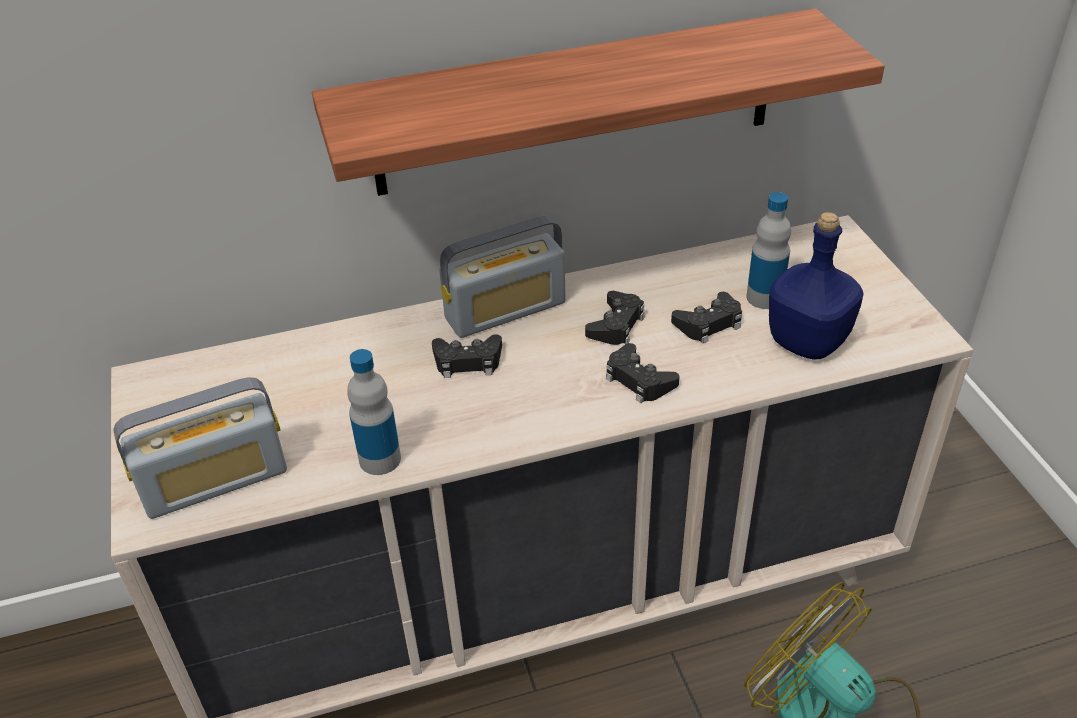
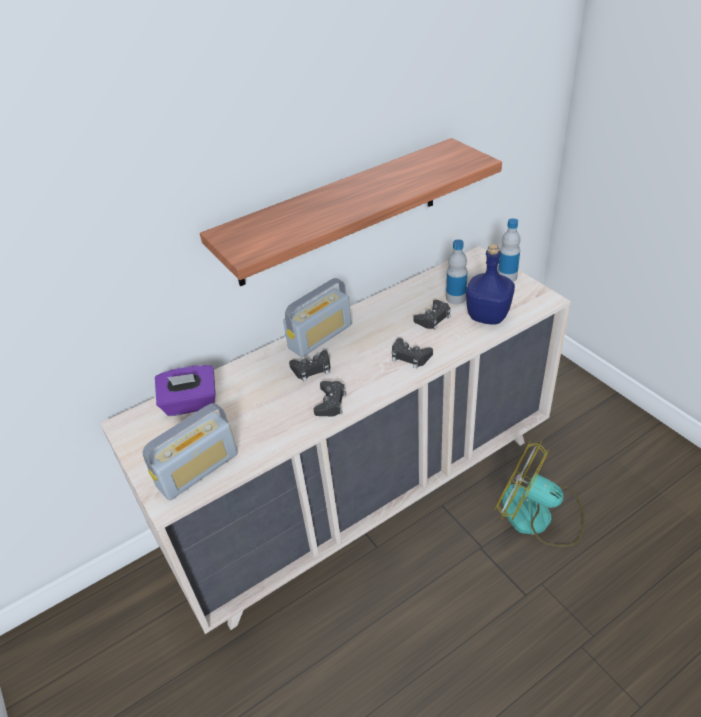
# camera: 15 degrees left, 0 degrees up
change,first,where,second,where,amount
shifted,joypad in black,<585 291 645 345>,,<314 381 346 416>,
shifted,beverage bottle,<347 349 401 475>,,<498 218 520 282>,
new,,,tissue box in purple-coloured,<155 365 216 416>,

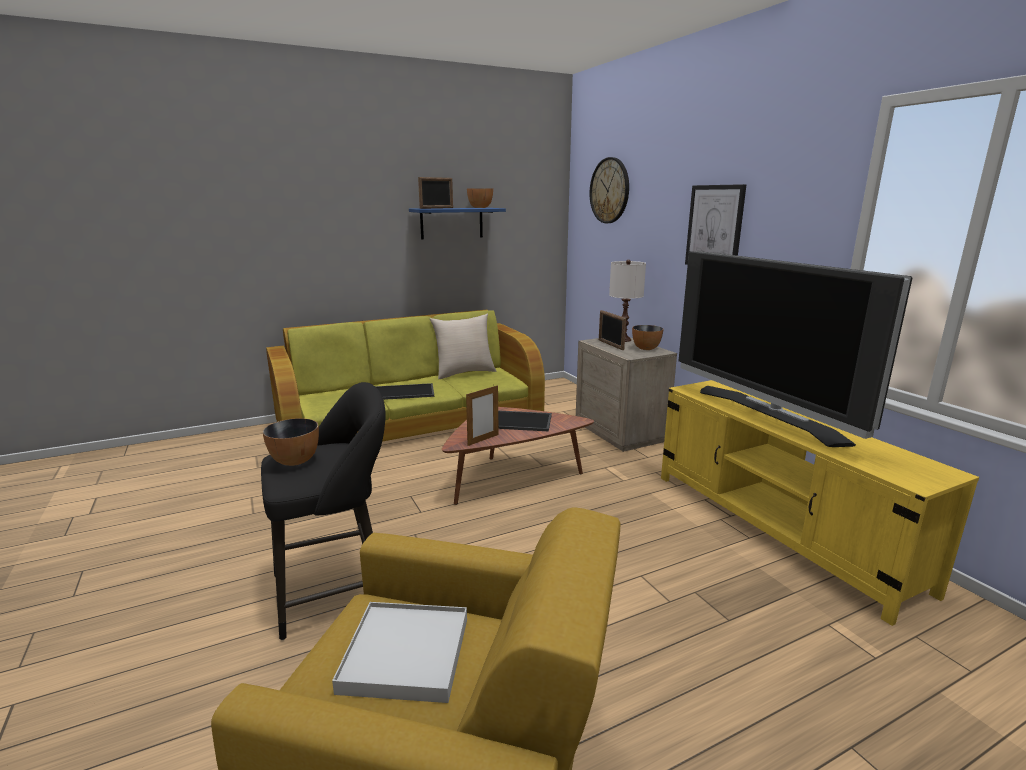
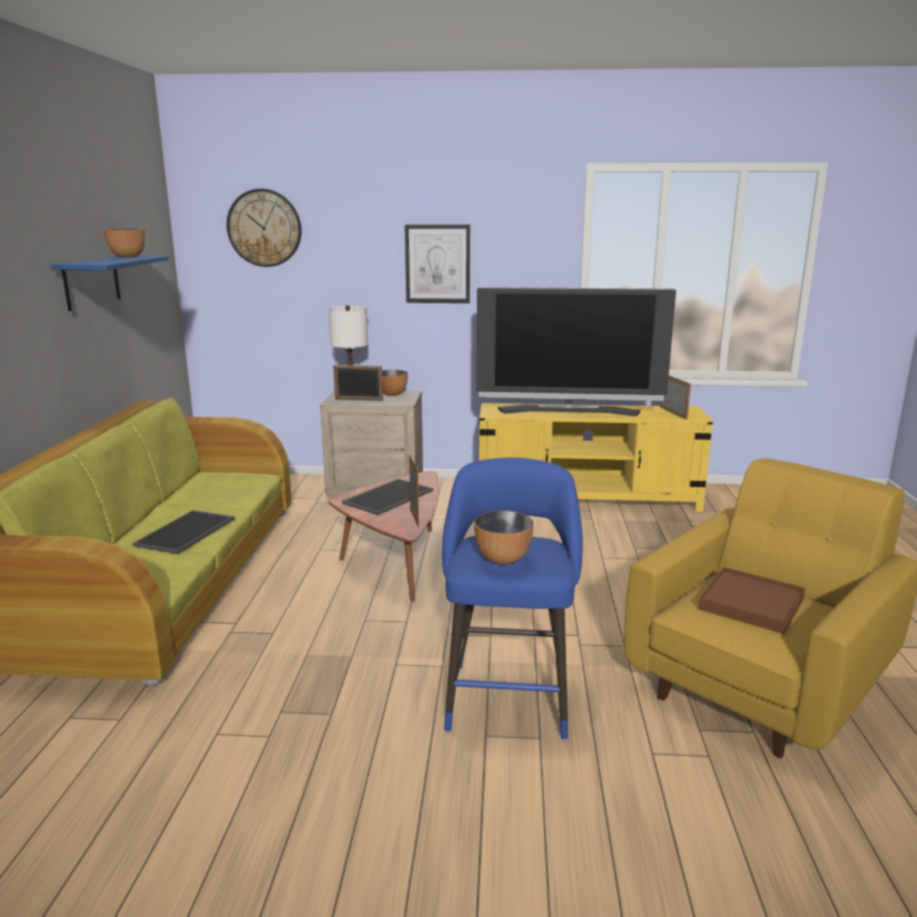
# camera: 60 degrees left, 0 degrees up
change,first,where,second,where,amount
shifted,picture frame,<418 177 453 209>,,<660 375 691 419>,
gone,pillow in beige-coloured,<430 313 497 379>,,,
repainted,stool seat in black,<261 382 386 640>,stool seat in blue,<442 458 583 740>,
repainted,serving tray in white,<332 602 467 703>,serving tray in brown-coloured,<698 567 805 634>,

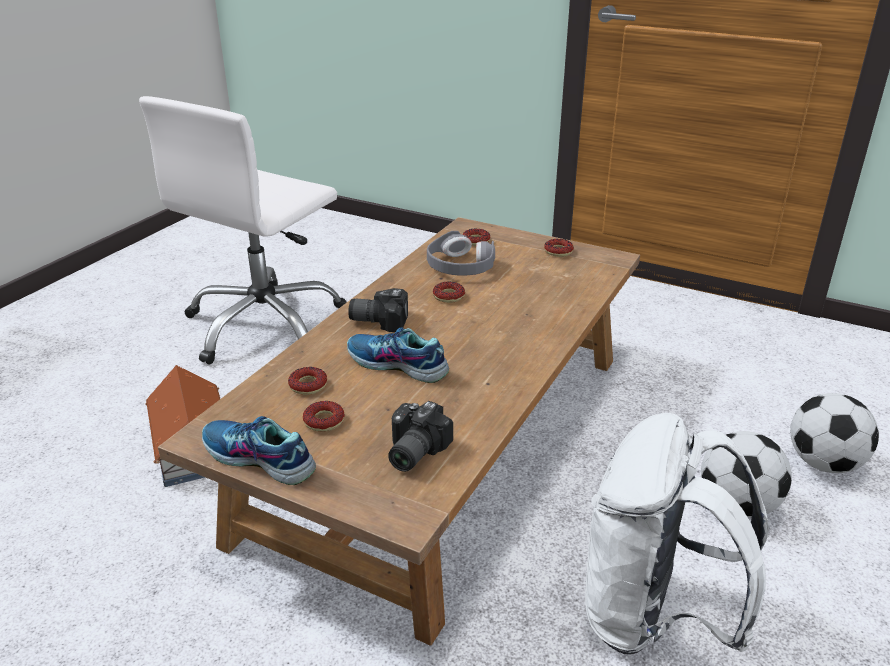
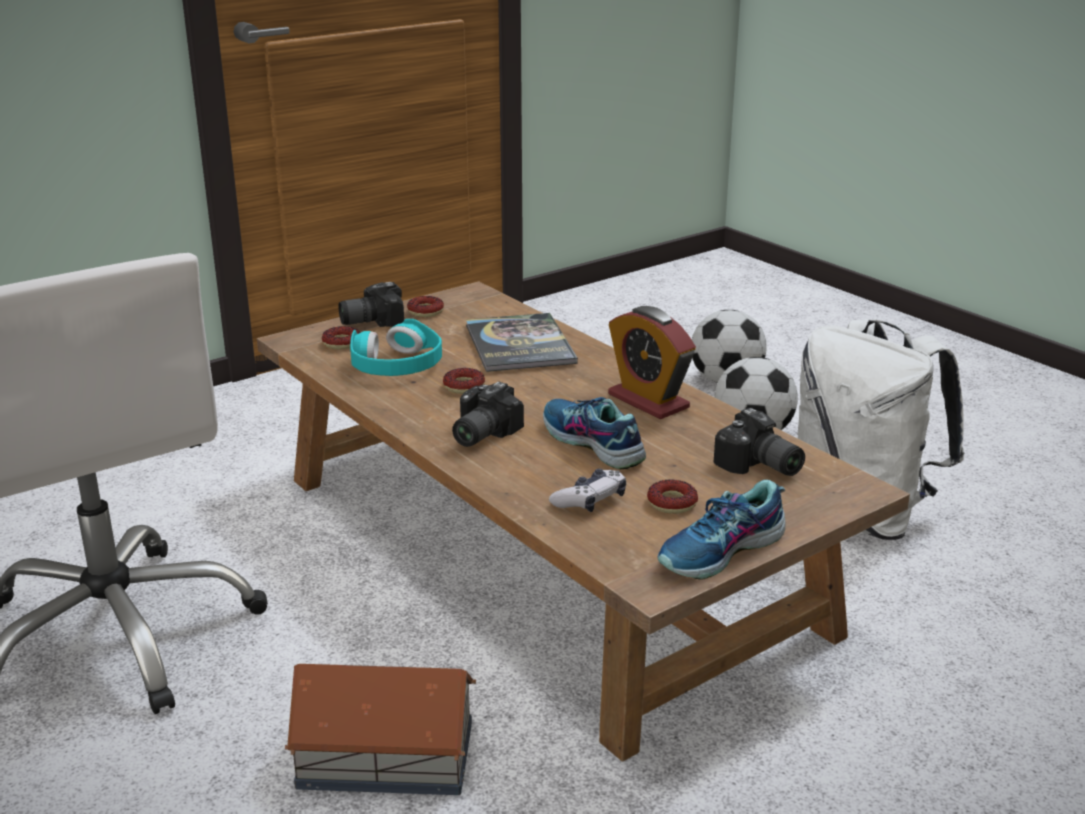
# camera: 65 degrees left, 5 degrees down
change,first,where,second,where,amount
repainted,pair of headphones in grey,<427 231 495 276>,pair of headphones in blue-green,<350 319 442 376>,
rotated,low shoe,<347 328 449 383>,,<543 397 646 469>,90 degrees clockwise
swapped,doughnut,<288 367 327 395>,joypad,<549 469 626 512>,
new,,,photo camera,<338 282 404 327>,
new,,,bedside clock,<608 306 696 419>,
new,,,volume,<466 313 578 372>,

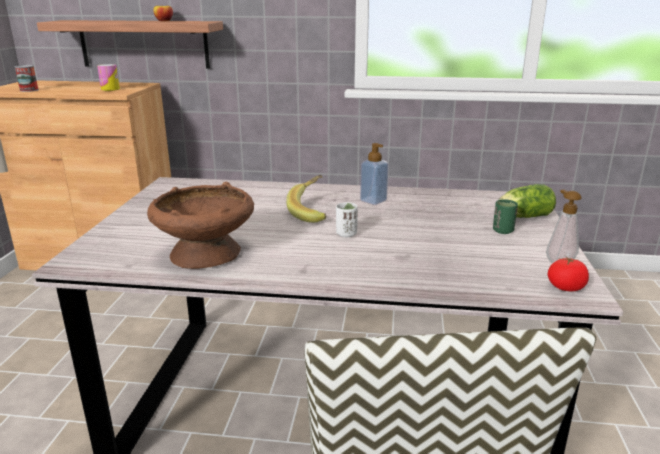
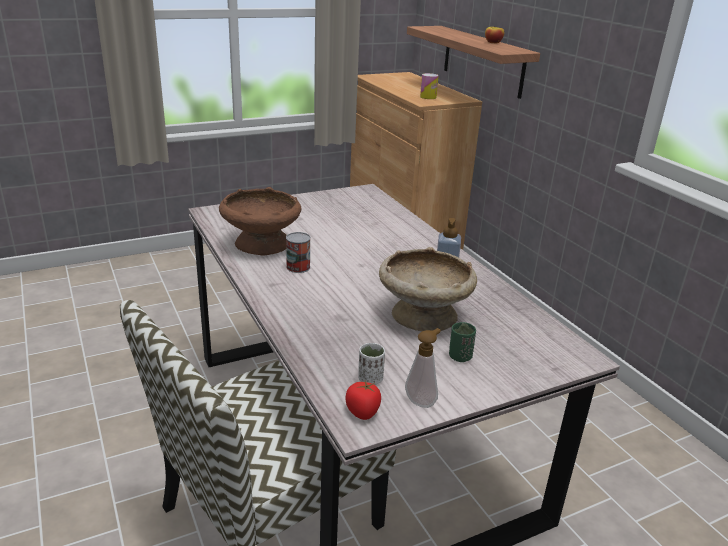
# camera: 55 degrees right, 5 degrees up
change,first,where,second,where,amount
shifted,can,<14 65 39 92>,,<286 232 311 273>,
gone,banana,<286 175 327 223>,,,
gone,lettuce,<498 184 556 218>,,,
shifted,drinking cup in white,<336 202 358 237>,,<358 343 385 385>,
new,,,deep dish in beige-coloured,<379 247 477 331>,

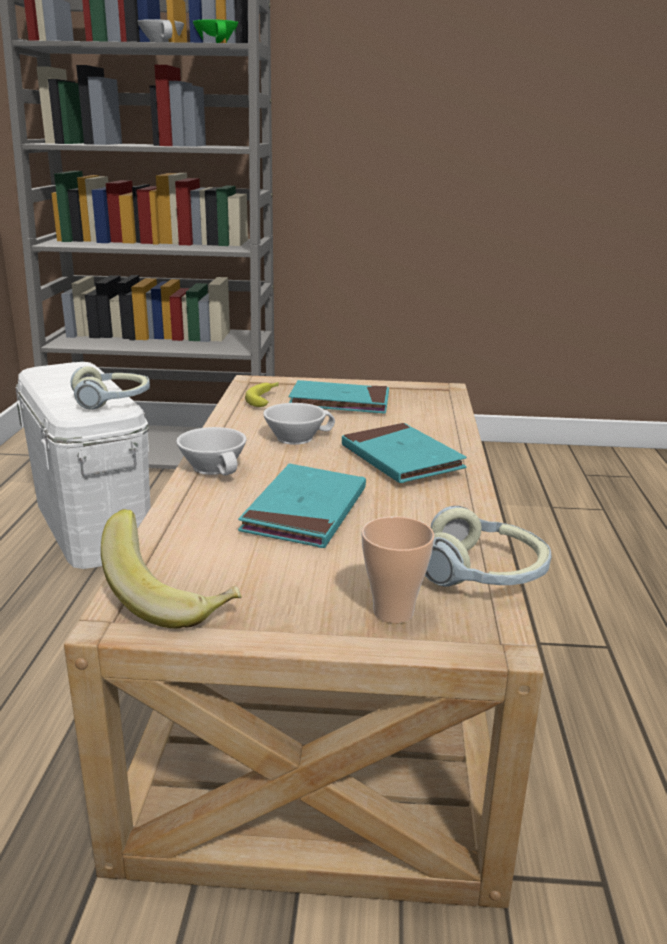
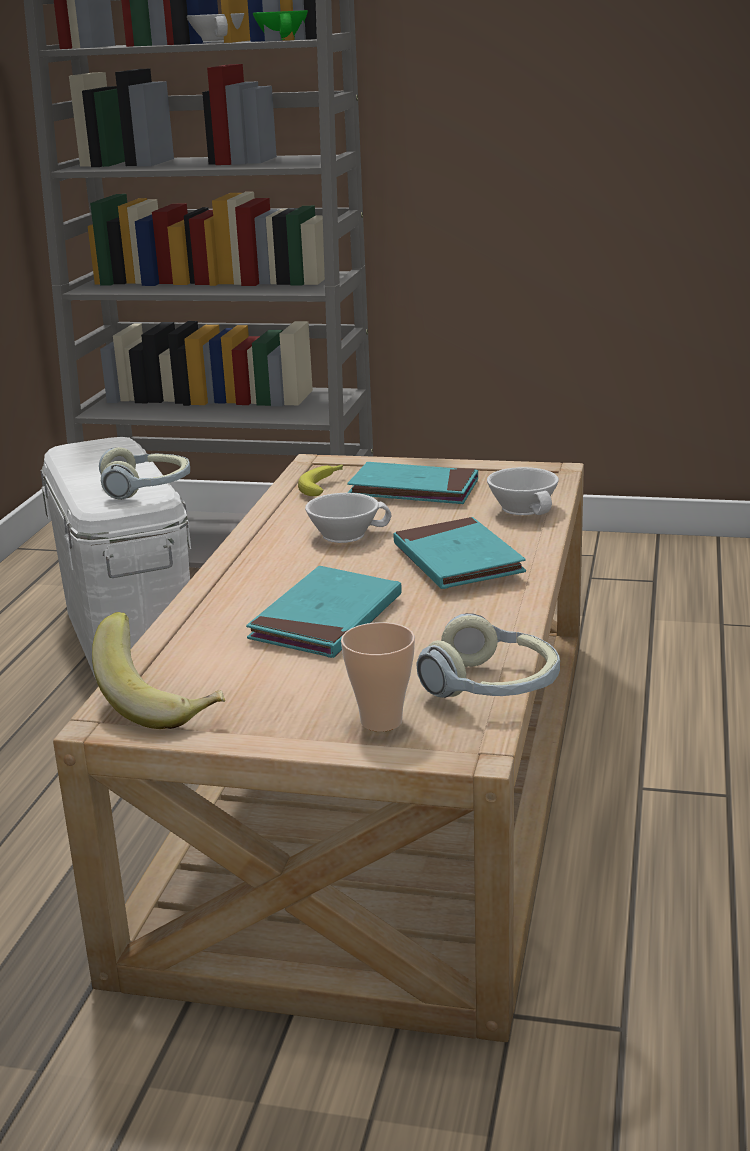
# camera: 10 degrees right, 0 degrees up
change,first,where,second,where,amount
shifted,drinking cup in white,<176 427 246 475>,,<487 467 559 515>,

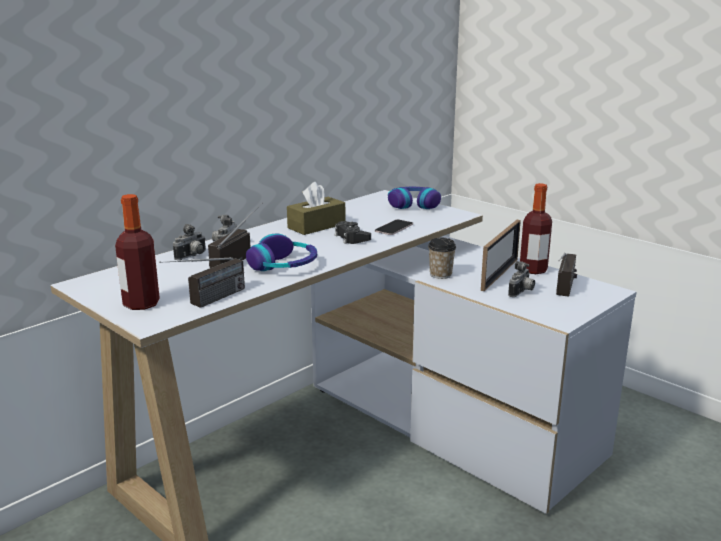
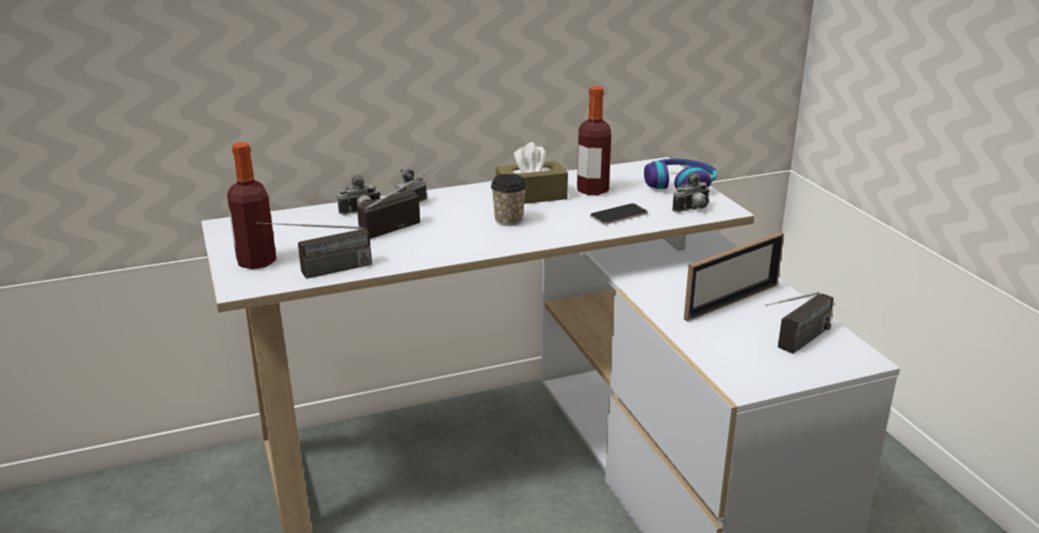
# camera: 25 degrees right, 5 degrees up
change,first,where,second,where,amount
shifted,beverage bottle,<520 183 552 274>,,<577 86 611 195>,
gone,joypad in black,<335 221 371 244>,,,
gone,pair of headphones,<246 234 317 271>,,,
shifted,drinking cup,<428 238 456 279>,,<491 174 527 226>,
shifted,photo camera,<508 261 535 297>,,<672 172 710 213>,

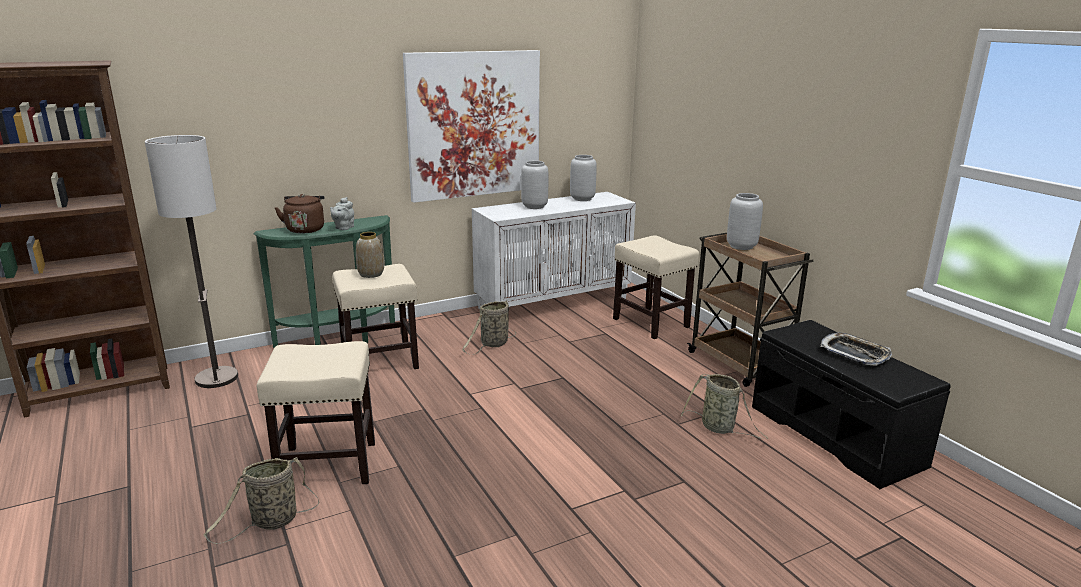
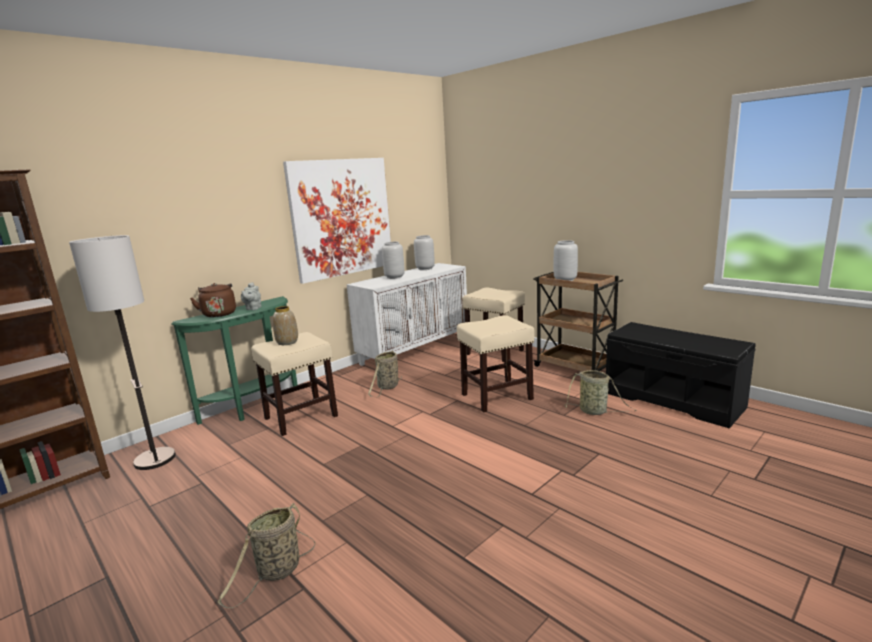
# camera: 15 degrees left, 5 degrees down
change,first,where,second,where,amount
gone,serving tray,<821 333 892 366>,,,
shifted,stool seat in beige-coloured,<257 341 375 484>,,<457 315 534 412>,

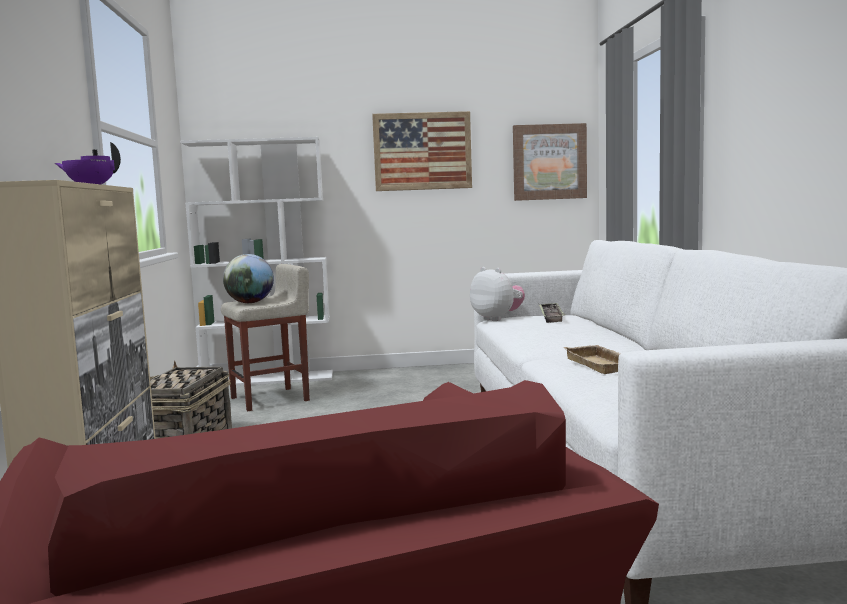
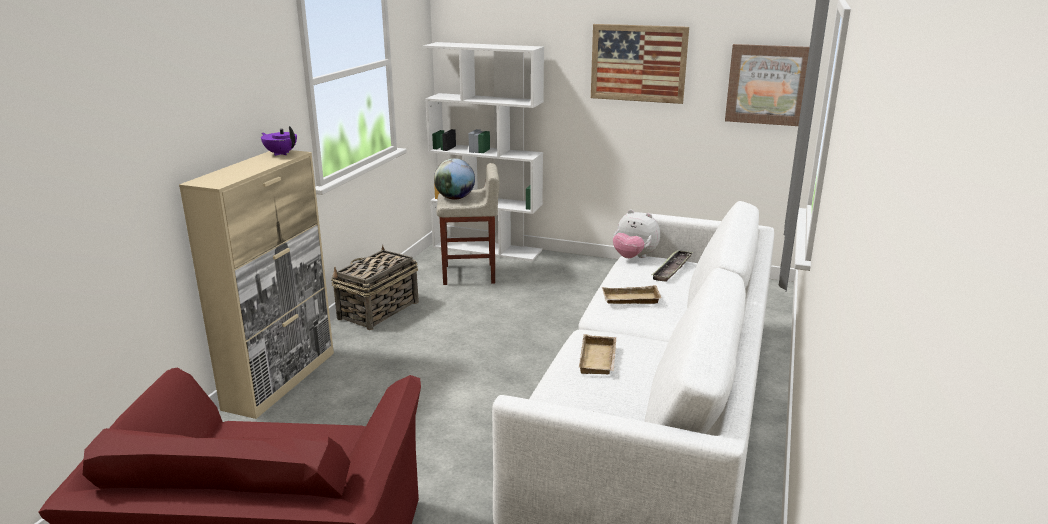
# camera: 25 degrees right, 15 degrees up
change,first,where,second,where,amount
rotated,soft toy,<470 267 525 321>,,<613 209 660 258>,135 degrees clockwise
new,,,serving tray in beige-coloured,<602 285 662 304>,

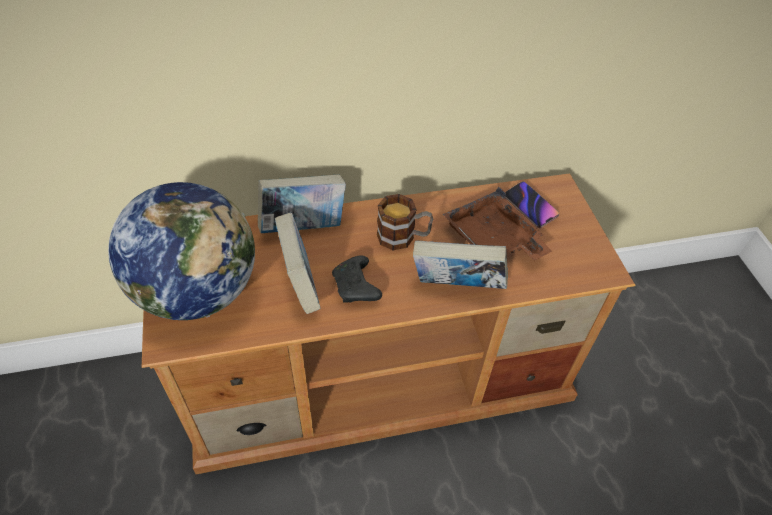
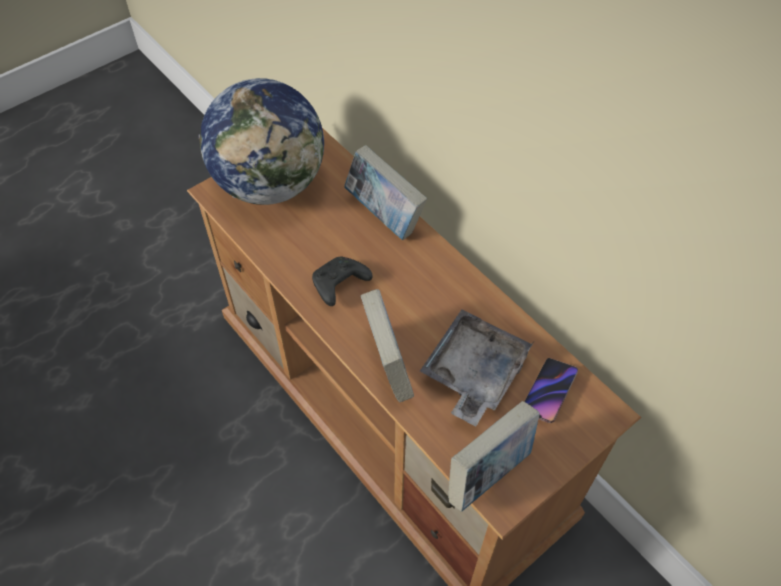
# camera: 65 degrees right, 5 degrees up
change,first,where,second,where,amount
repainted,serving tray in brown-coloured,<443 187 552 260>,serving tray in grey,<420 309 534 426>,
gone,coffee mug,<377 194 433 250>,,,
shifted,volume,<275 213 321 314>,,<448 401 540 512>,

